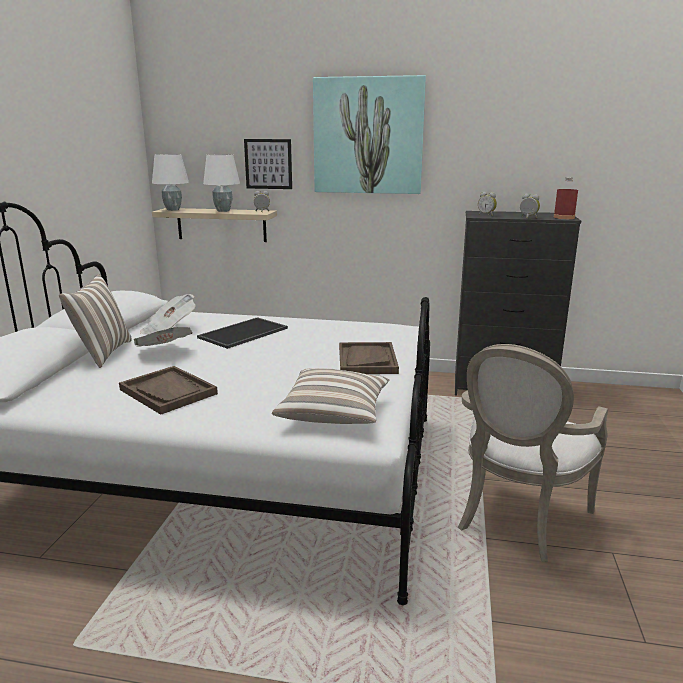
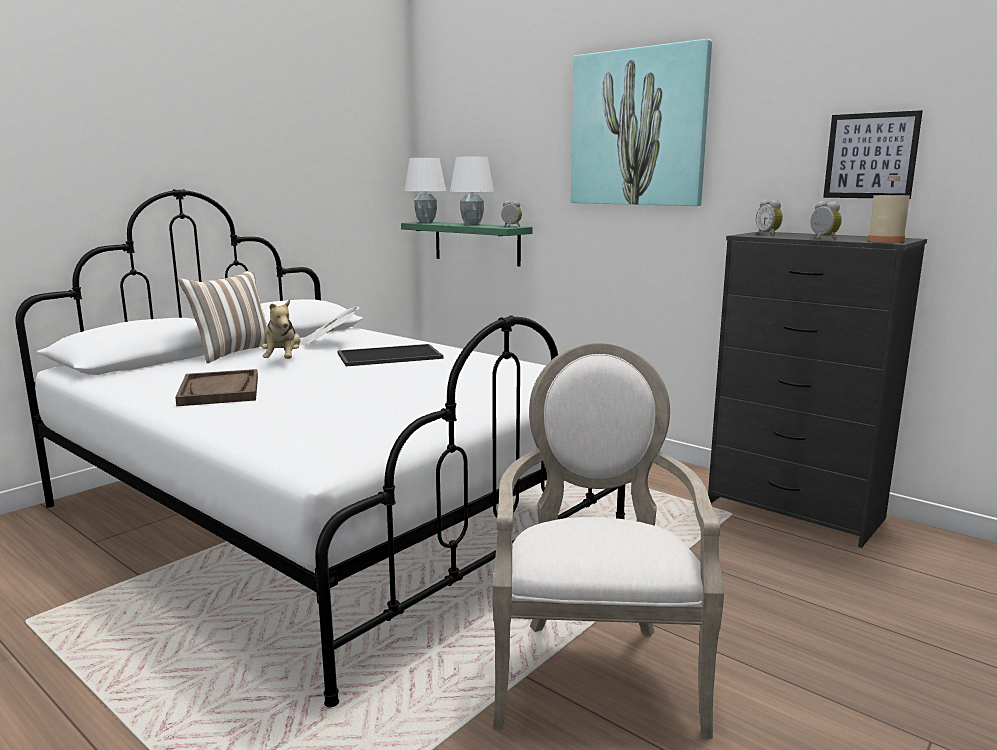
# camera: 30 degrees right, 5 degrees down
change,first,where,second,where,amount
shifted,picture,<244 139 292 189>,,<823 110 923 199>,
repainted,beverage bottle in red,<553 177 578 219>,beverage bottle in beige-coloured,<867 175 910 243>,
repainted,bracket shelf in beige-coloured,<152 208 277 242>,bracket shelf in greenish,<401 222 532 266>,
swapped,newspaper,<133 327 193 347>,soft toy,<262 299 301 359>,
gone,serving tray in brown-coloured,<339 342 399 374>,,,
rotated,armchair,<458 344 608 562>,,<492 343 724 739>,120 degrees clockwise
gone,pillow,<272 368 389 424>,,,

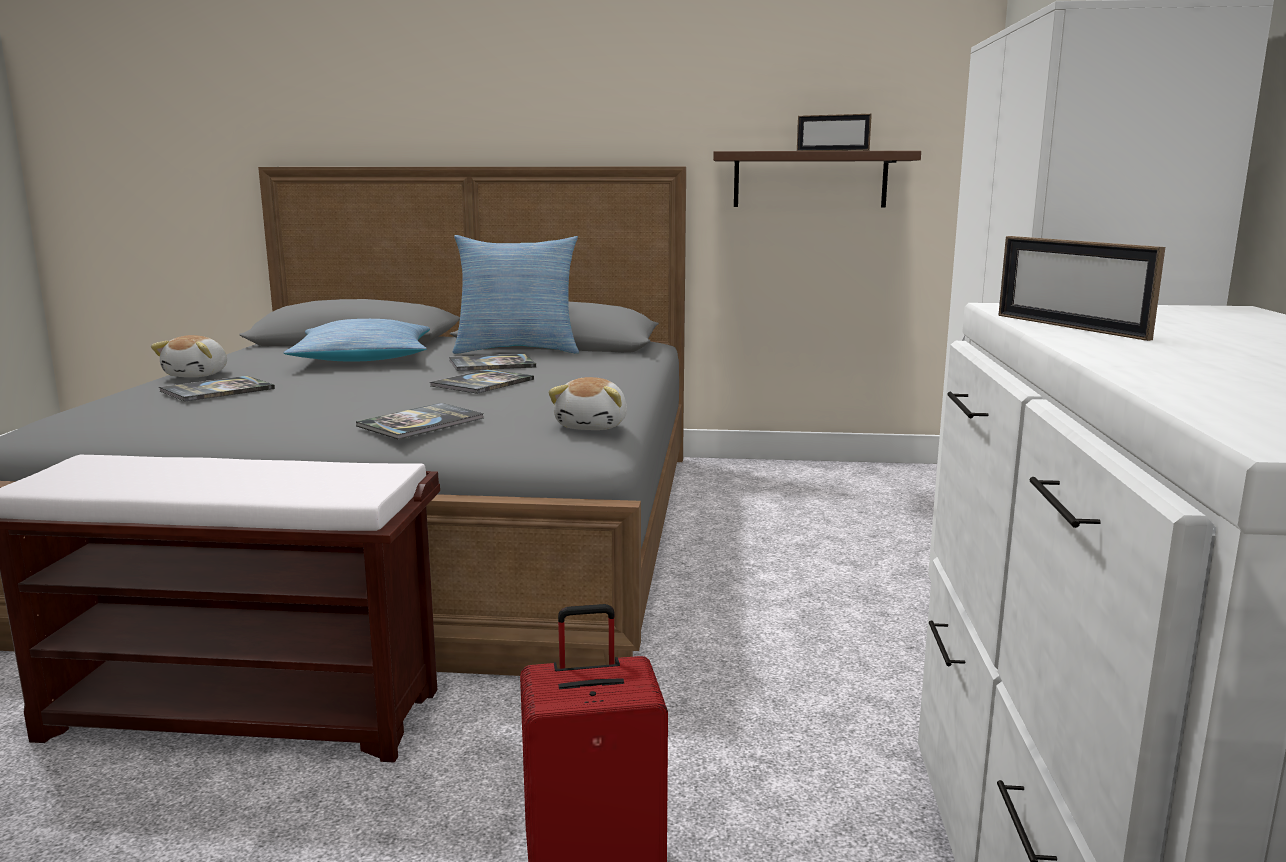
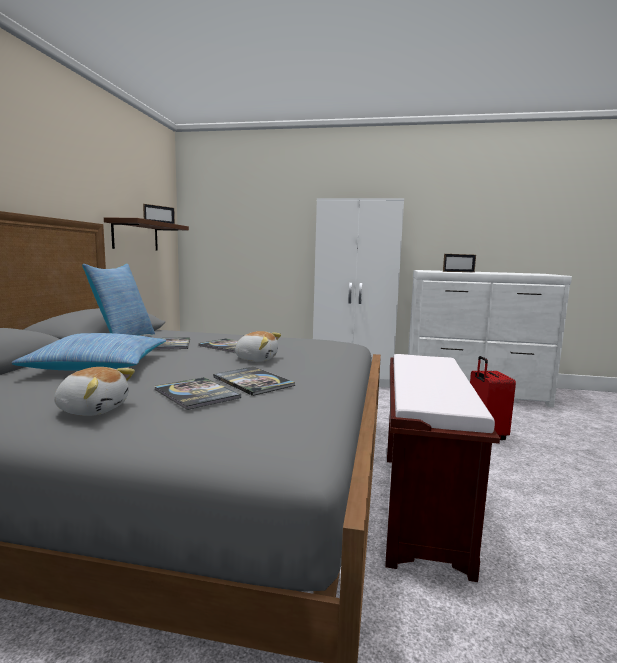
# camera: 85 degrees left, 5 degrees down
change,first,where,second,where,amount
shifted,soft toy,<548 377 627 430>,,<232 331 281 362>,
shifted,volume,<356 403 484 440>,,<213 367 295 396>,

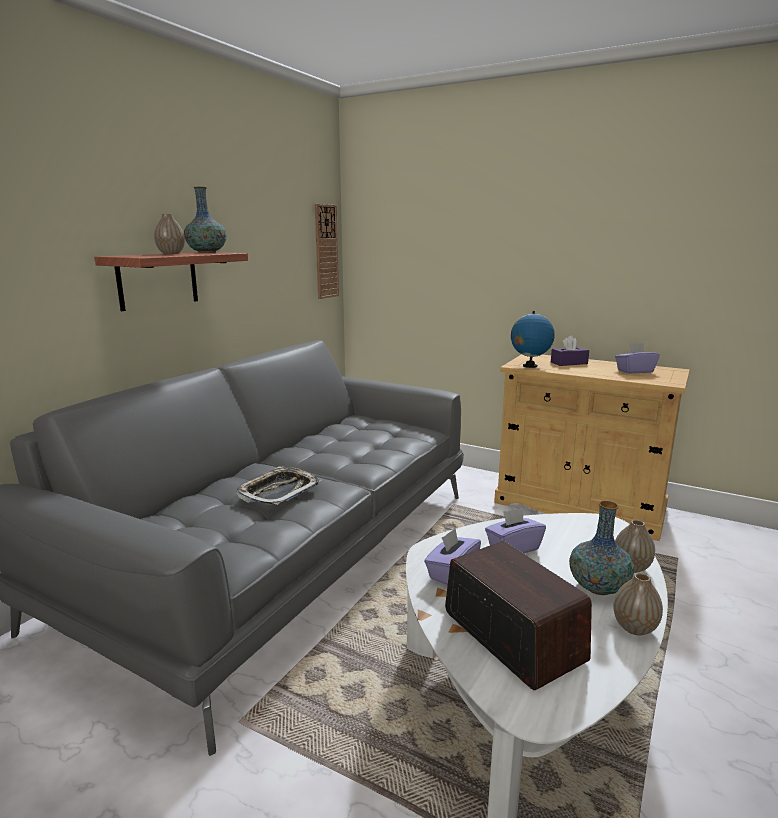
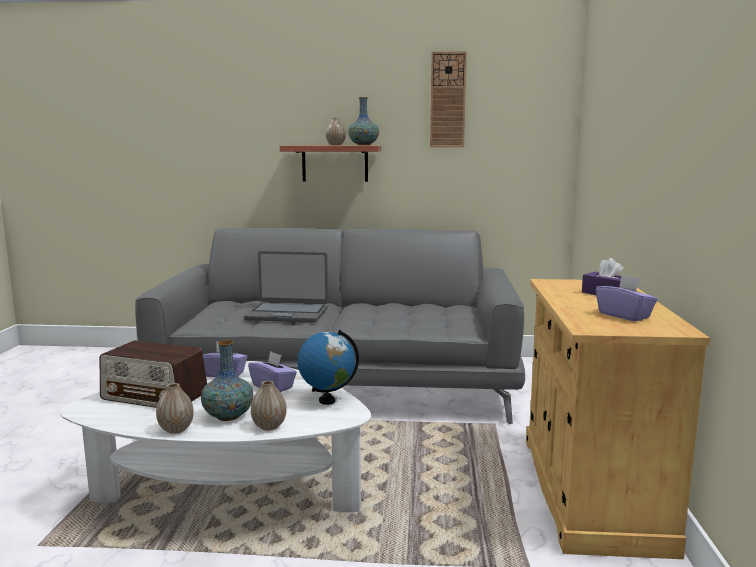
# camera: 65 degrees right, 5 degrees down
change,first,where,second,where,amount
shifted,hanging clock,<315 204 339 299>,,<430 51 467 147>,
shifted,globe,<511 311 555 368>,,<298 330 359 405>,
swapped,serving tray,<236 466 319 505>,portable computer,<244 251 328 323>,
rotated,radio,<445 541 592 690>,,<100 340 207 408>,75 degrees clockwise

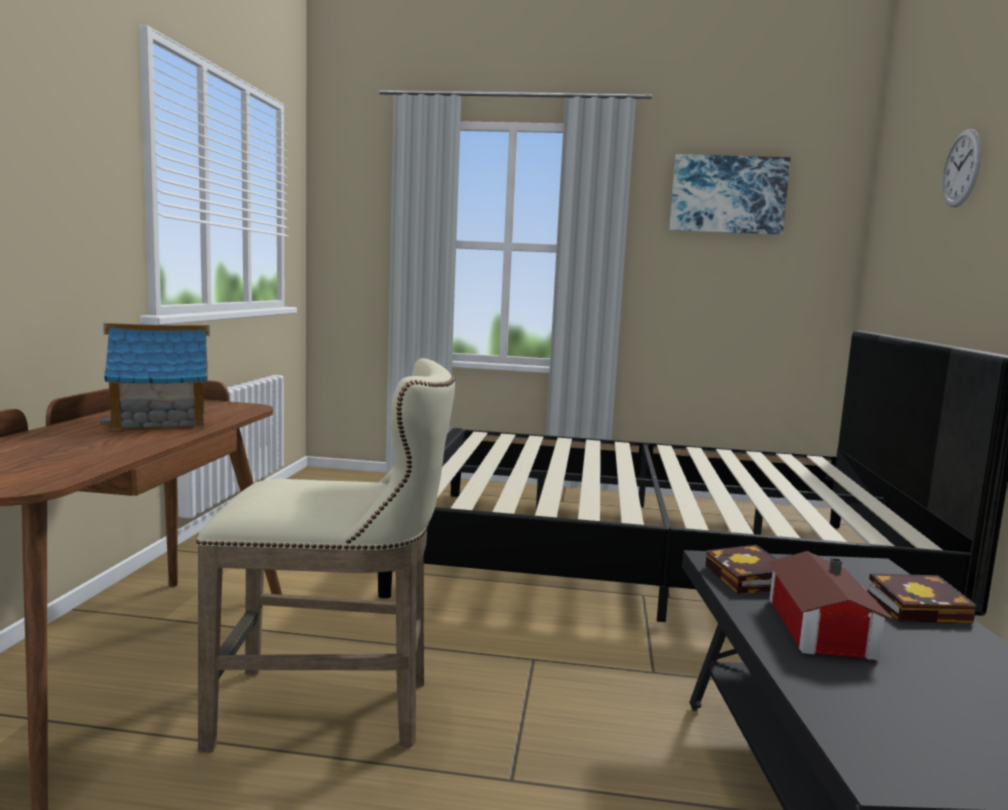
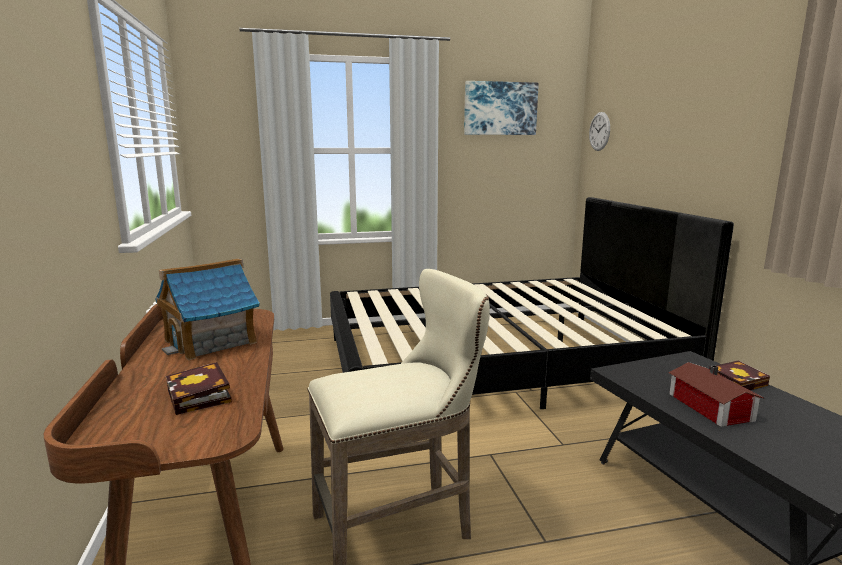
# camera: 20 degrees left, 5 degrees up
change,first,where,second,where,amount
shifted,hanging clock,<942 129 982 207>,,<589 112 610 151>,
shifted,volume,<705 545 777 594>,,<166 362 232 415>,

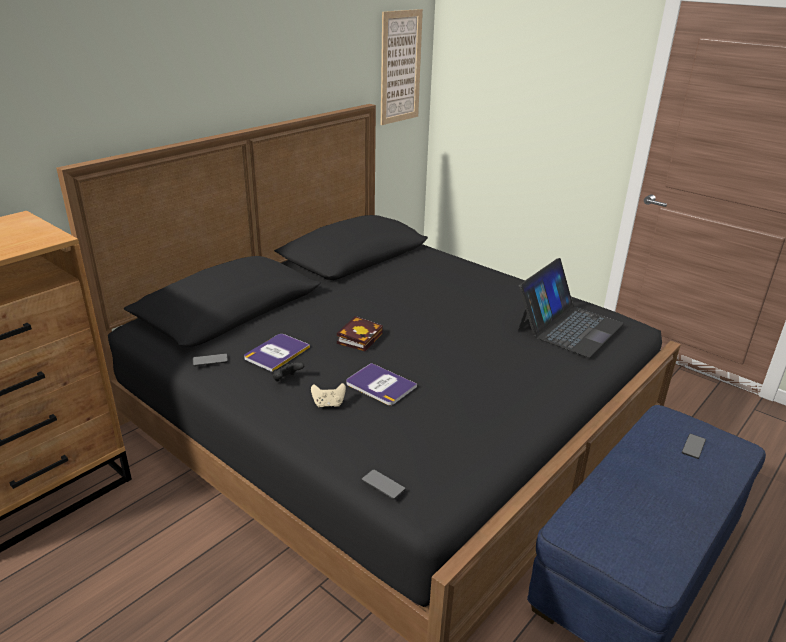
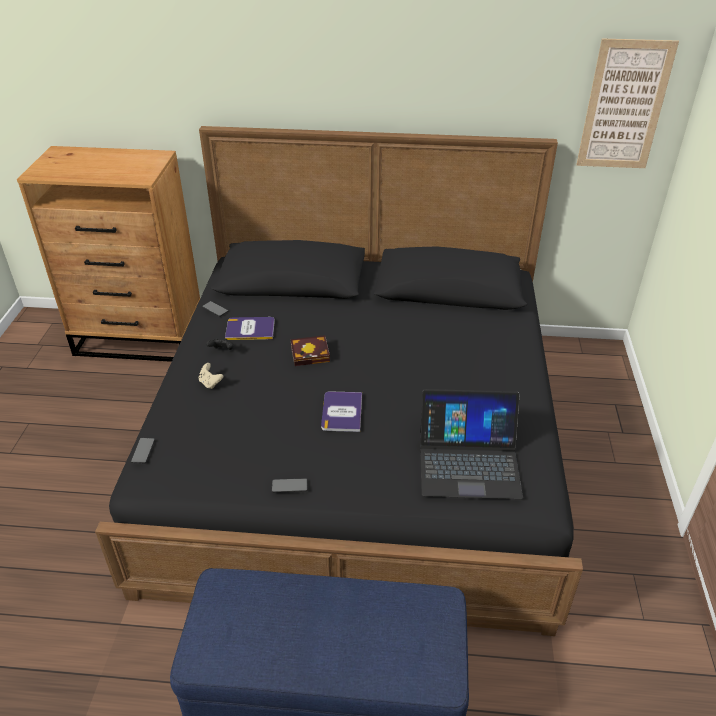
# camera: 55 degrees right, 10 degrees up
change,first,where,second,where,amount
shifted,volume,<346 363 417 405>,,<321 391 362 432>,
shifted,phone,<682 434 706 459>,,<272 478 308 493>,

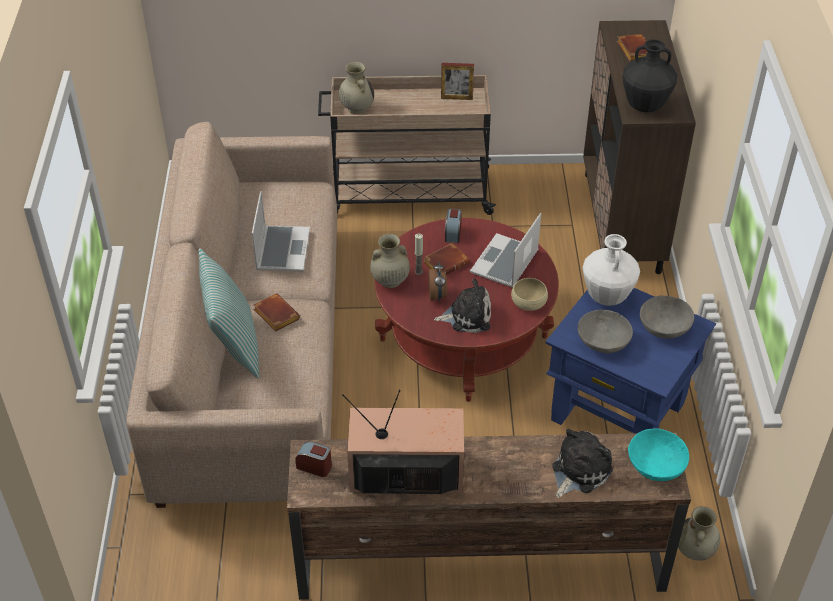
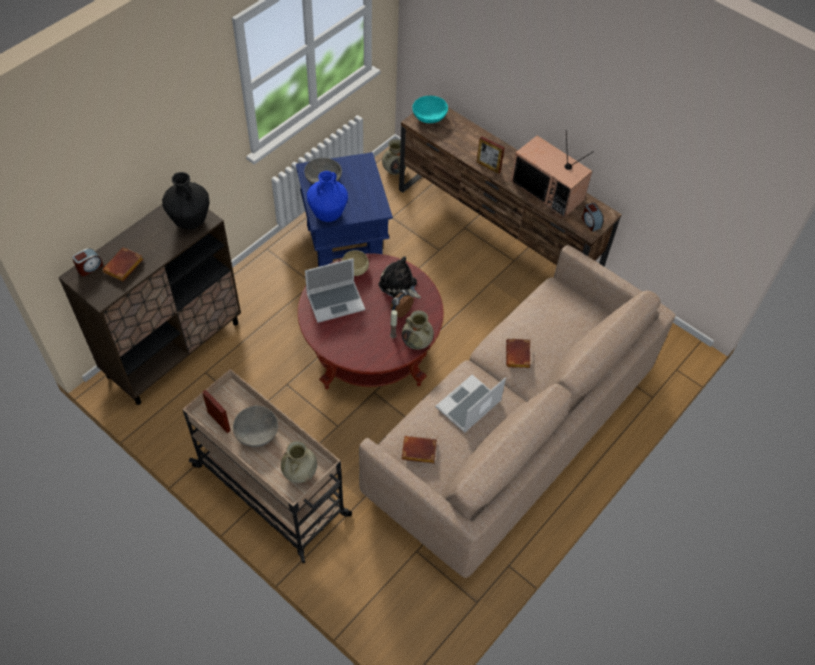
# camera: 140 degrees left, 10 degrees up
change,first,where,second,where,amount
shifted,bedside clock,<445 208 462 243>,,<72 248 103 276>,
repainted,decorative vase in white,<582 234 640 306>,decorative vase in blue,<307 171 348 222>,
shifted,volume in brown-coloured,<424 243 470 275>,,<401 436 437 463>,
gone,pillow,<199 248 259 379>,,,
shifted,deep dish in grey,<578 310 633 353>,,<233 406 278 447>,
gone,soft toy,<552 429 613 498>,,,
new,,,picture frame,<477 136 504 174>,

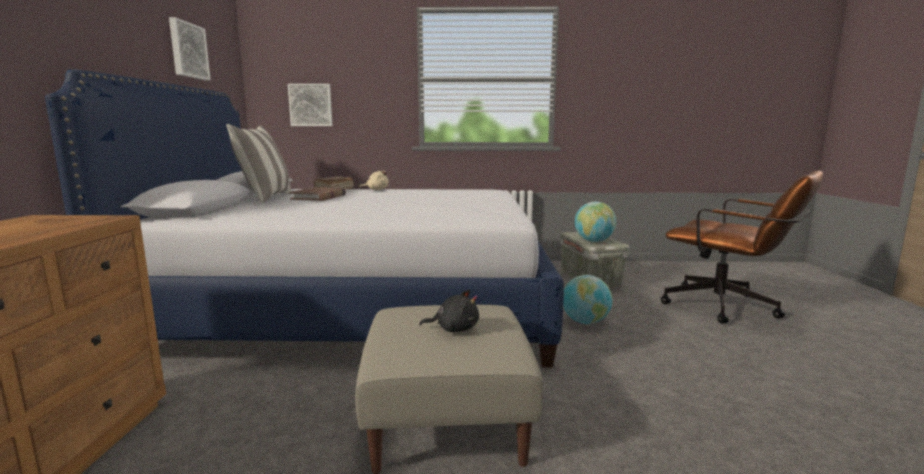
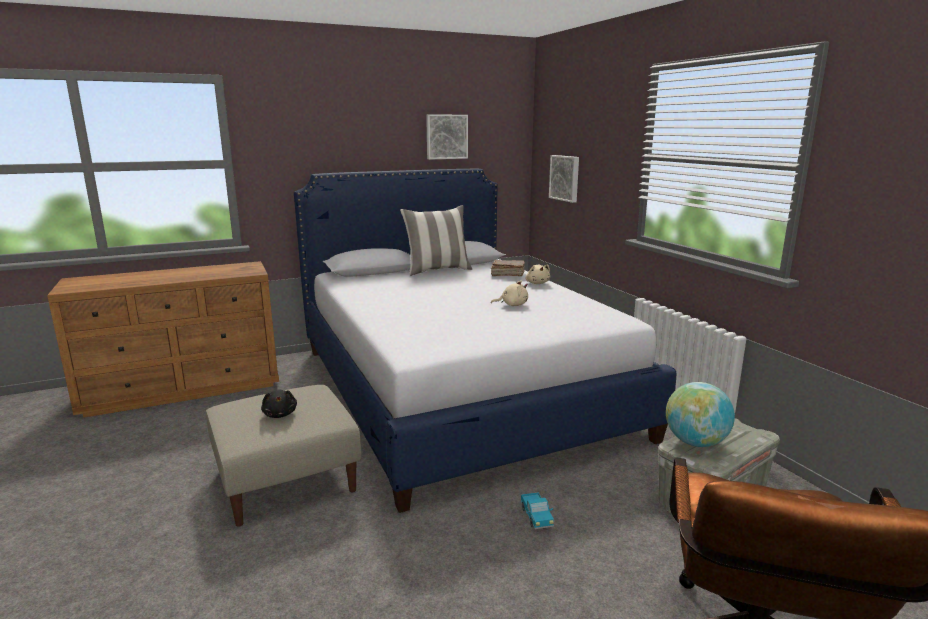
# camera: 65 degrees right, 5 degrees up
change,first,where,second,where,amount
gone,volume in brown-coloured,<290 187 346 201>,,,
swapped,globe,<563 275 612 324>,model truck,<521 492 554 529>,
new,,,soft toy in beige-coloured,<491 280 528 306>,

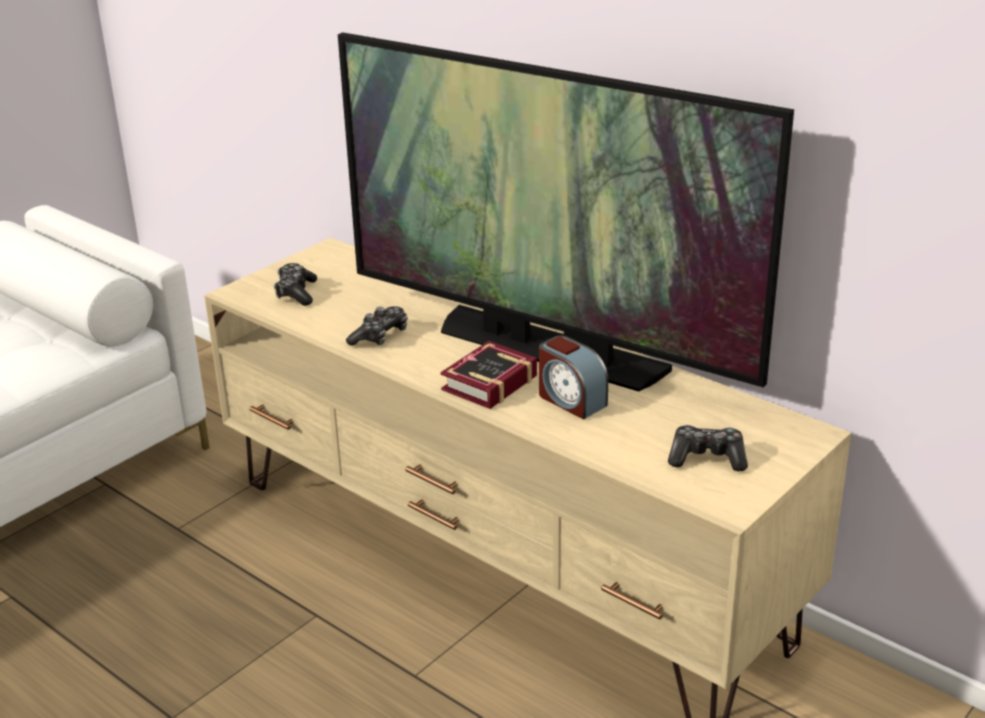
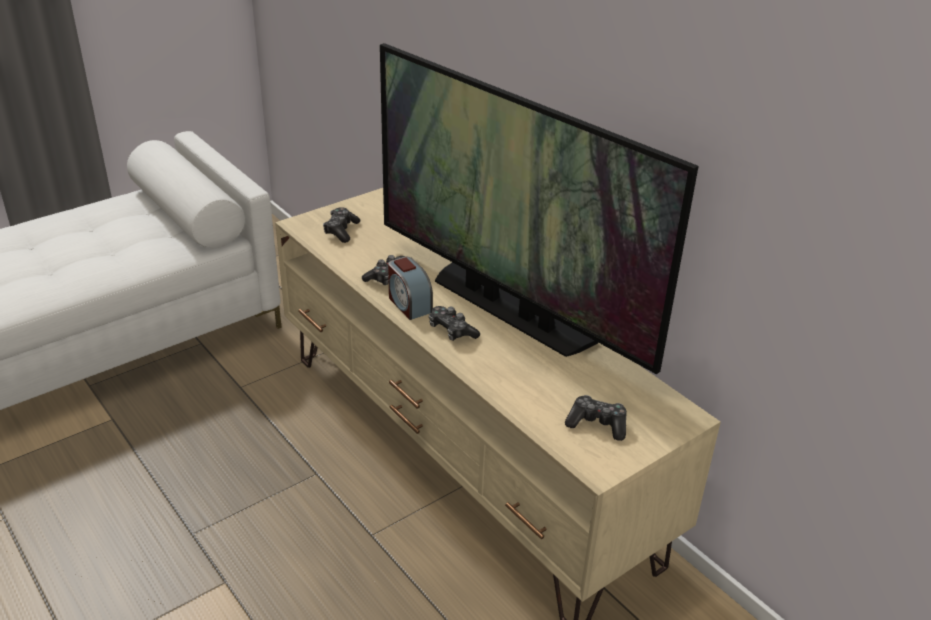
# camera: 10 degrees right, 5 degrees up
change,first,where,second,where,amount
shifted,bedside clock,<539 335 608 419>,,<388 257 433 320>,
swapped,volume,<440 341 537 409>,joypad,<429 306 480 341>,

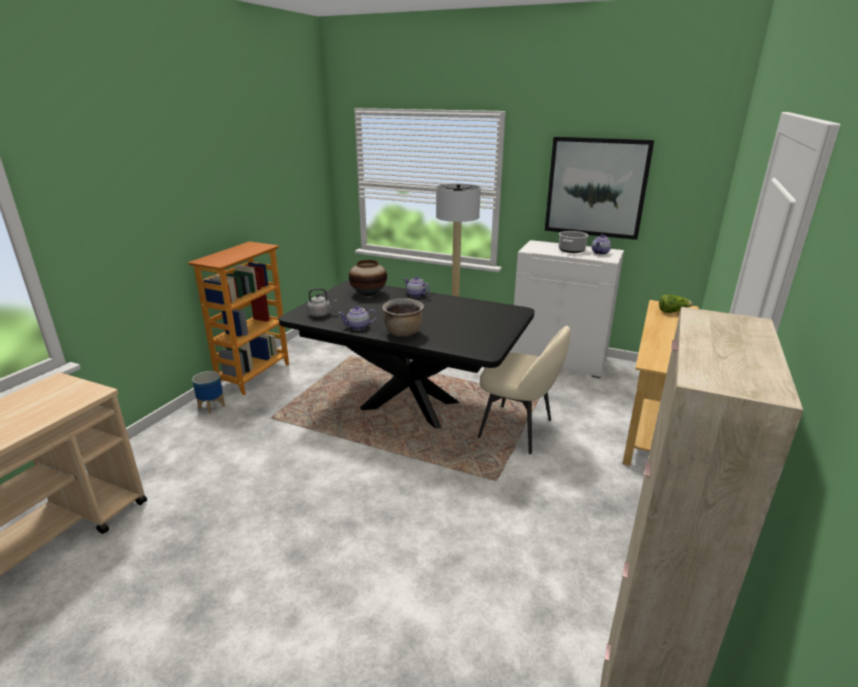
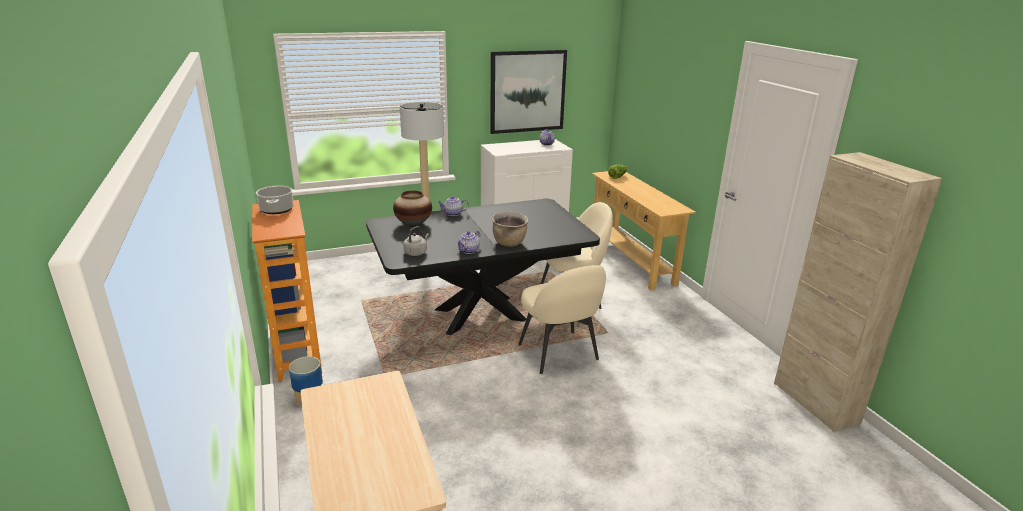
# camera: 45 degrees left, 0 degrees up
change,first,where,second,where,amount
shifted,stockpot,<558 231 588 253>,,<256 185 294 214>,
new,,,upright chair in beige-coloured,<518 265 606 374>,

